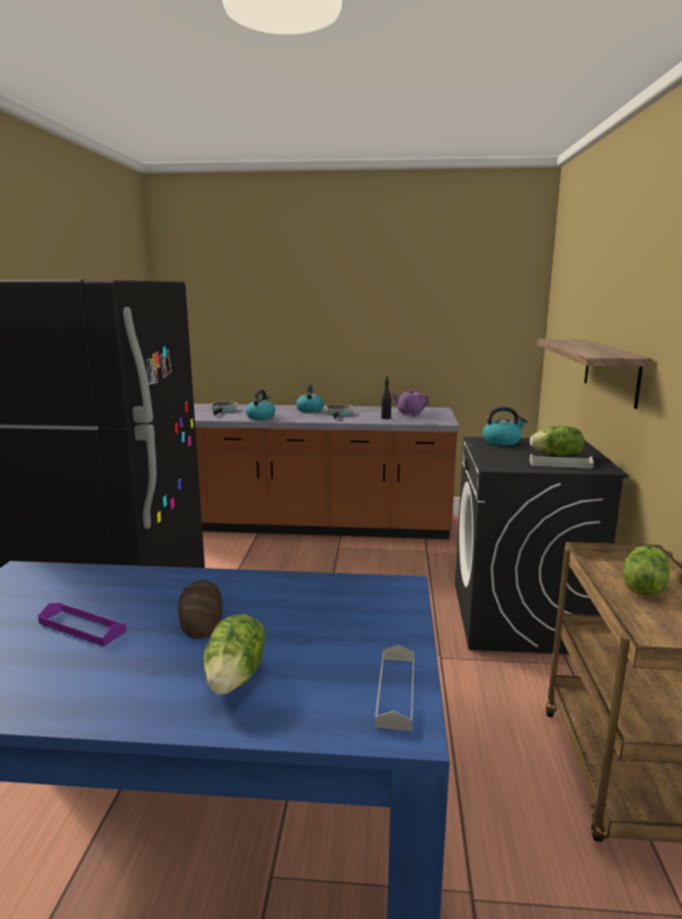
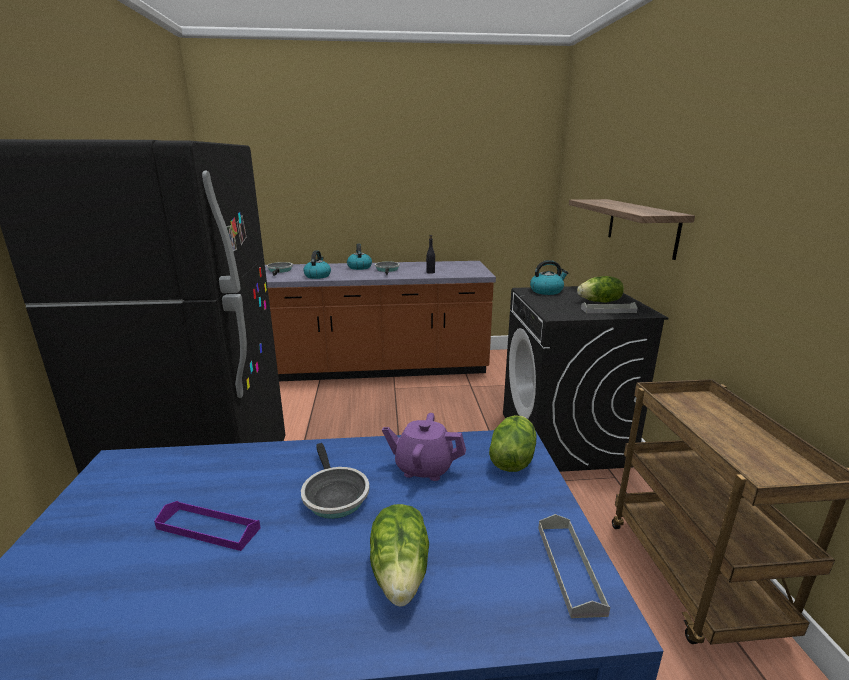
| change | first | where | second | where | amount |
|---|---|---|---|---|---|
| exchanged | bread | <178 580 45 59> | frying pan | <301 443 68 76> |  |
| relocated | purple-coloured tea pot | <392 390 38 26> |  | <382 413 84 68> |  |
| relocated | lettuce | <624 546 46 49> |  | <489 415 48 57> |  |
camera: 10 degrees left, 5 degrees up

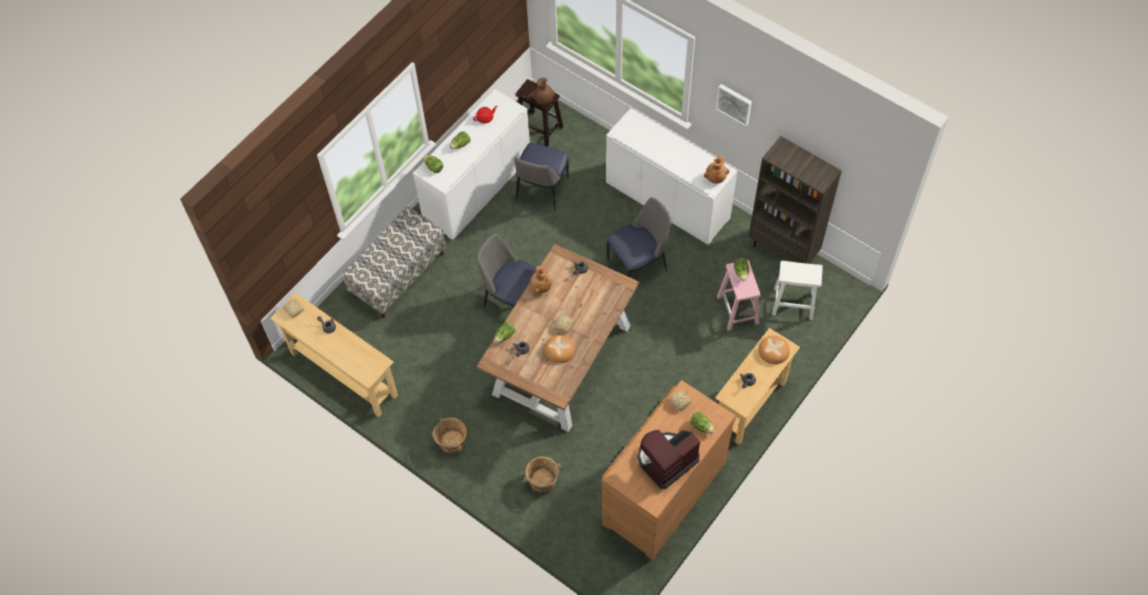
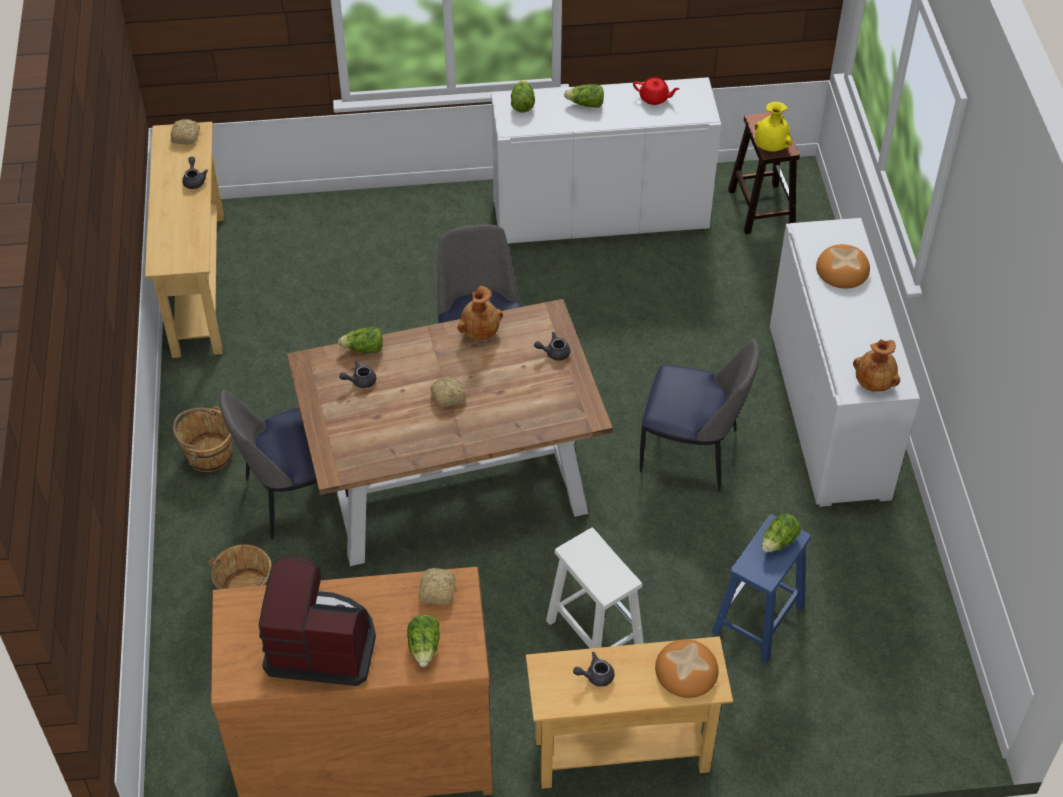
| change | first | where | second | where | amount |
|---|---|---|---|---|---|
| relocated | chair | <514 143 55 68> |  | <220 389 128 151> |  |
| relocated | white stool | <772 261 51 59> |  | <546 528 98 120> |  |
| colour | pinkish stool | <717 260 44 71> | blue-coloured stool | <711 514 100 149> |  |
| colour | brownish vase | <531 78 25 27> | yellow-coloured vase | <755 102 37 49> |  |
| relocated | bread | <544 334 31 29> |  | <816 244 54 44> |  |
| missing | bench | <343 207 103 111> |  |  |  |
| missing | wall picture | <716 84 36 42> |  |  |  |
| missing | brownish shelving unit | <749 136 93 128> |  |  |  |
camera: 45 degrees right, 10 degrees down

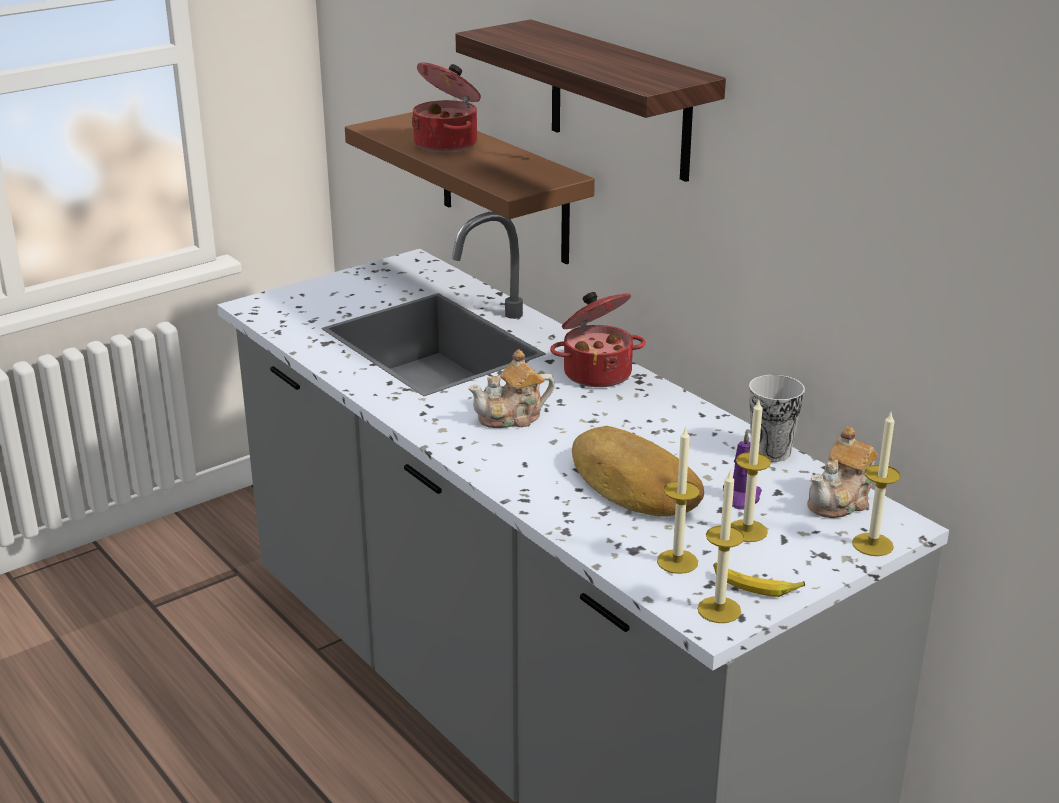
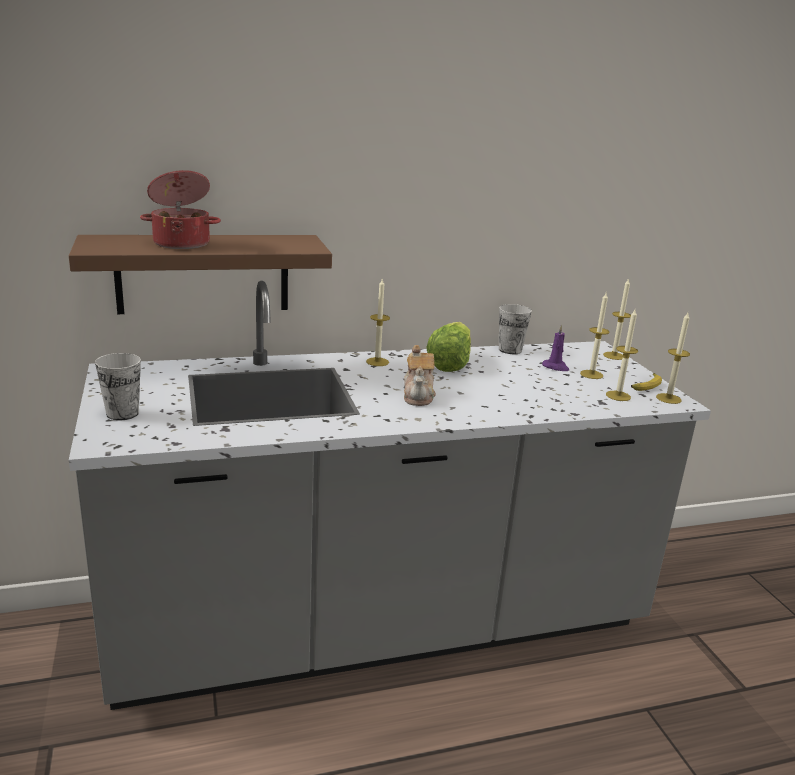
| change | first | where | second | where | amount |
|---|---|---|---|---|---|
| appeared |  |  | small cup | <95 353 46 67> |  |
| exchanged | saucepot | <550 292 96 95> | wax light | <366 279 24 87> |  |
| appeared |  |  | lettuce | <426 322 45 50> |  |
| missing | shelf | <455 19 271 163> |  |  |  |
| missing | bread | <572 426 132 91> |  |  |  |
| missing | tea pot | <807 427 71 91> |  |  |  |
camera: 70 degrees left, 5 degrees down

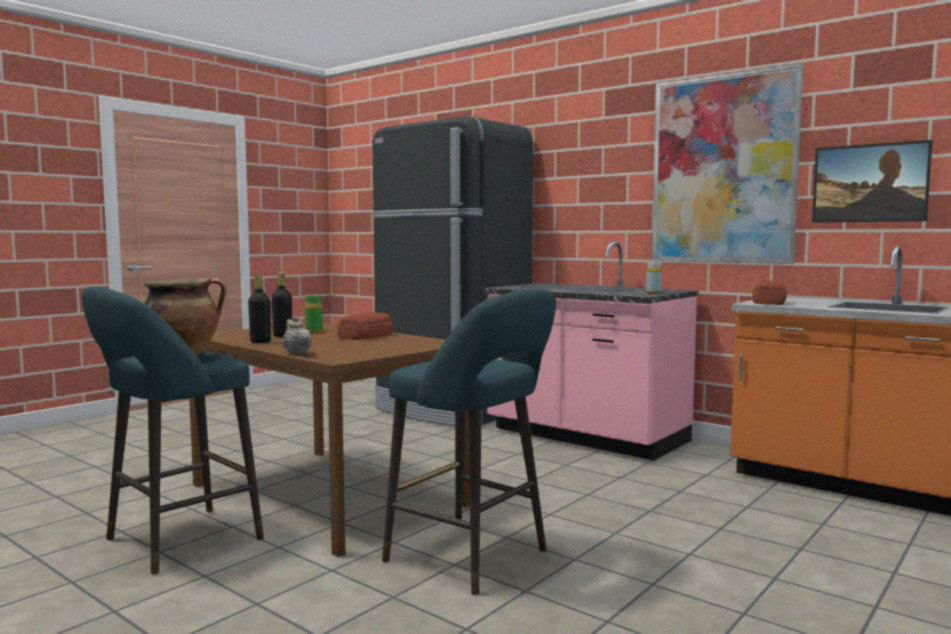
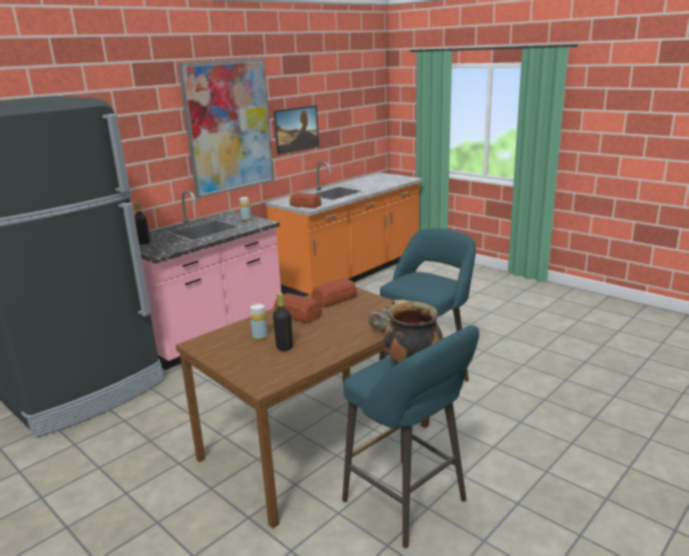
| change | first | where | second | where | amount |
|---|---|---|---|---|---|
| relocated | black beverage bottle | <248 275 23 68> |  | <134 203 16 42> |  |
| colour | green-coloured beverage bottle | <305 295 18 38> | yellow-coloured beverage bottle | <250 304 18 36> |  |
| appeared |  |  | bread | <312 278 45 29> |  |
camera: 85 degrees left, 15 degrees up

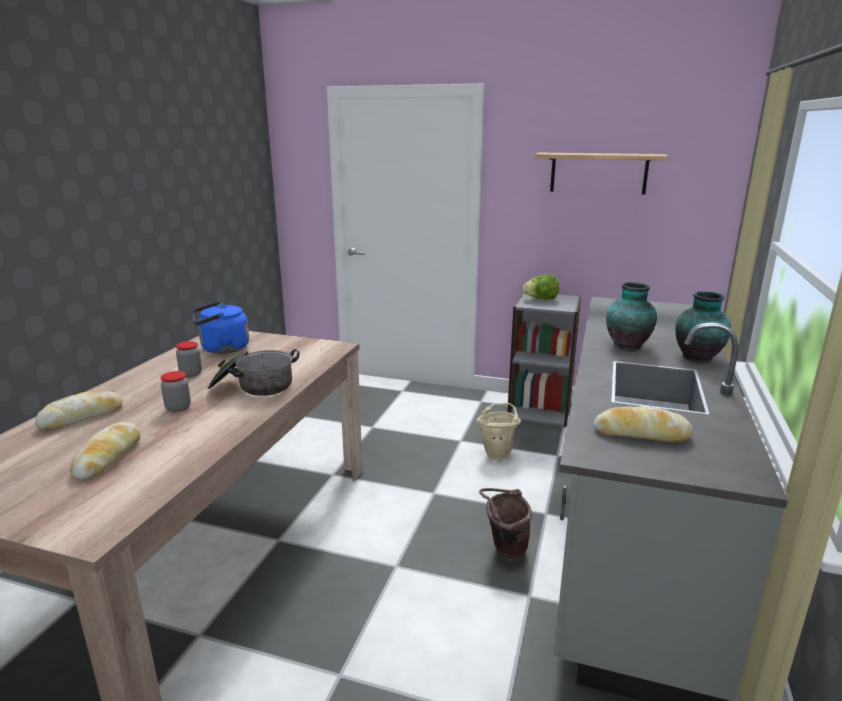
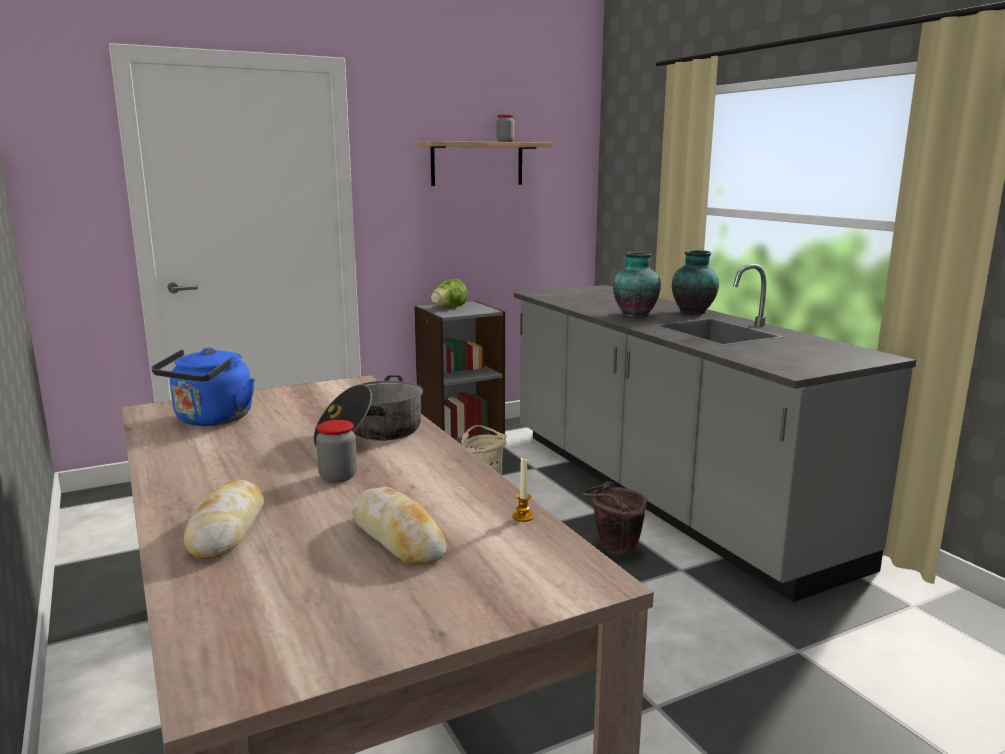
| change | first | where | second | where | amount |
|---|---|---|---|---|---|
| relocated | storage jar | <176 341 26 36> |  | <497 114 18 28> |  |
| appeared |  |  | wax light | <512 458 22 64> |  |
| missing | bread | <594 406 99 36> |  |  |  |
camera: 45 degrees left, 5 degrees down

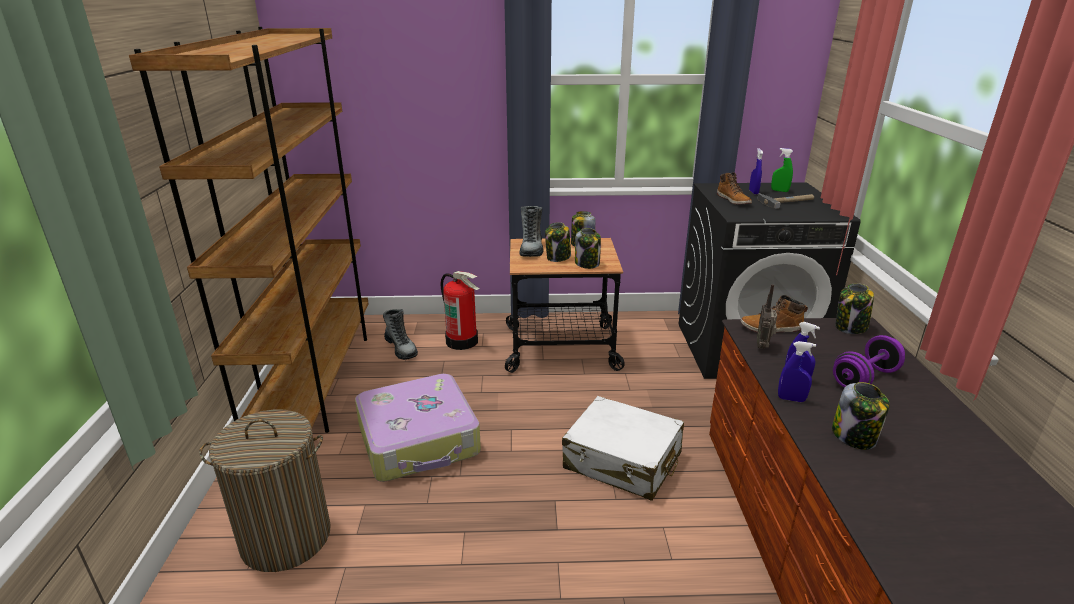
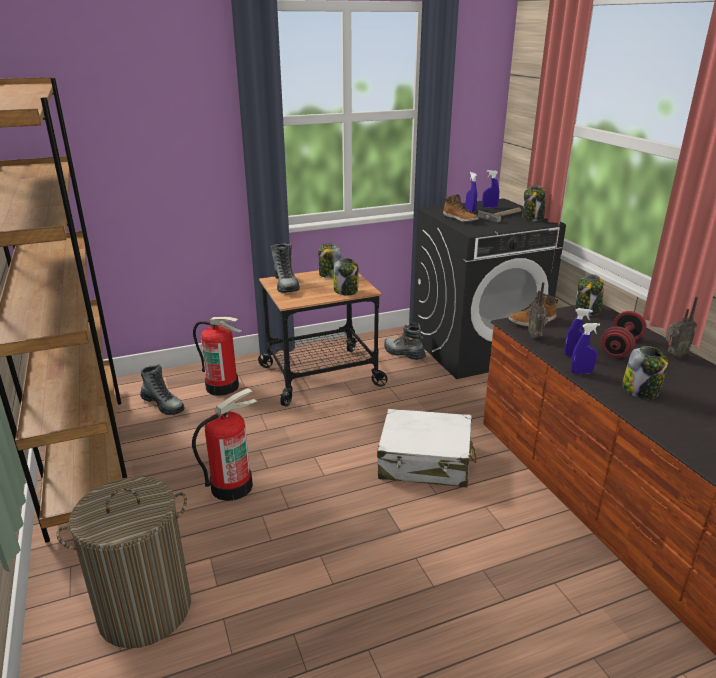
| change | first | where | second | where | amount |
|---|---|---|---|---|---|
| exchanged | travel case | <355 374 126 108> | extinguisher | <192 388 65 113> |  |
| appeared |  |  | tall boot | <384 323 42 37> |  |
| colour | green-coloured hand sprayer | <771 148 22 44> | blue-coloured hand sprayer | <482 170 17 38> |  |
| relocated | storage jar | <545 222 26 40> |  | <523 185 23 36> |  |
| colour | purple-coloured free weight | <833 335 72 53> | red free weight | <601 311 46 46> |  |
| appeared |  |  | radio | <665 296 33 62> |  |
camera: 20 degrees left, 0 degrees up

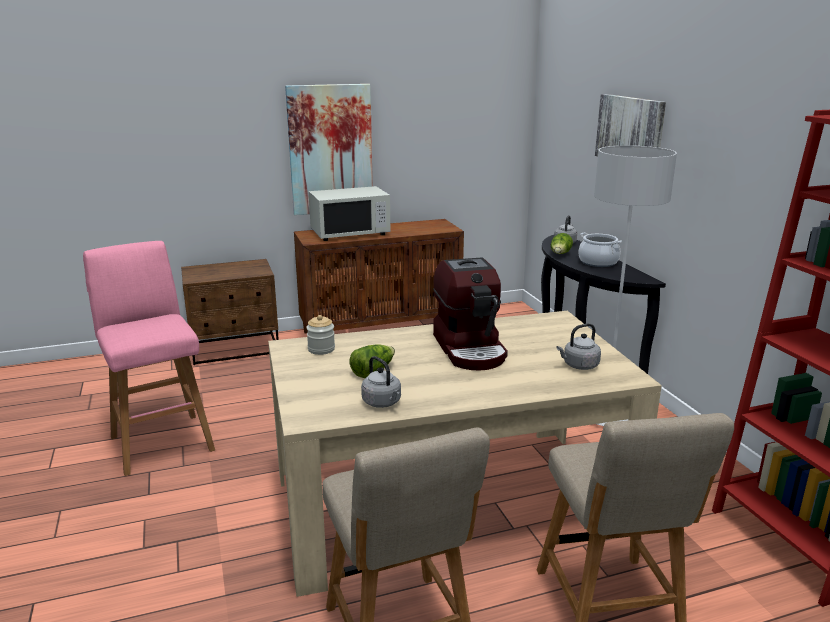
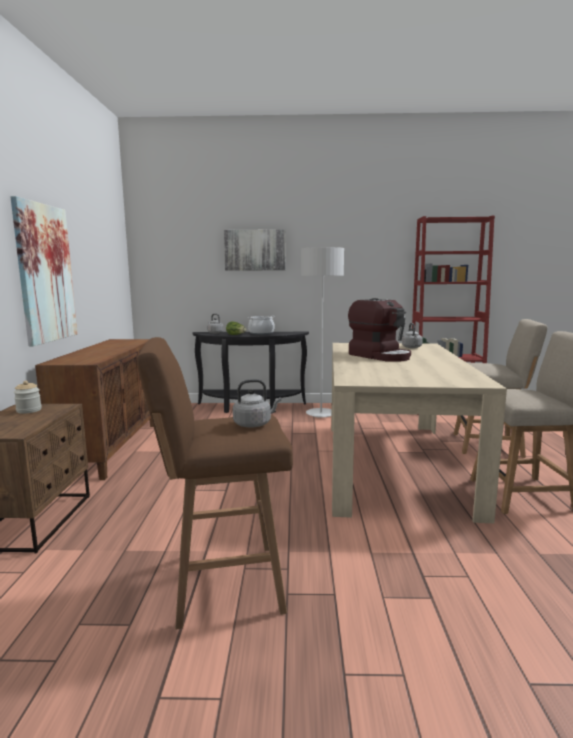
| change | first | where | second | where | amount |
|---|---|---|---|---|---|
| relocated | storage jar | <306 315 29 40> |  | <14 381 28 33> |  |
| colour | pinkish stool | <83 241 132 235> | brownish stool | <137 337 156 293> |  |
| relocated | greyish kettle | <361 356 40 52> |  | <233 379 48 49> |  |
| spun | coffee brewer | <433 257 75 113> |  | <348 298 63 64> | 45 degrees clockwise |
| missing | white microwave oven | <309 186 81 55> |  |  |  |
| missing | lettuce | <349 344 46 34> |  |  |  |
camera: 70 degrees left, 10 degrees down

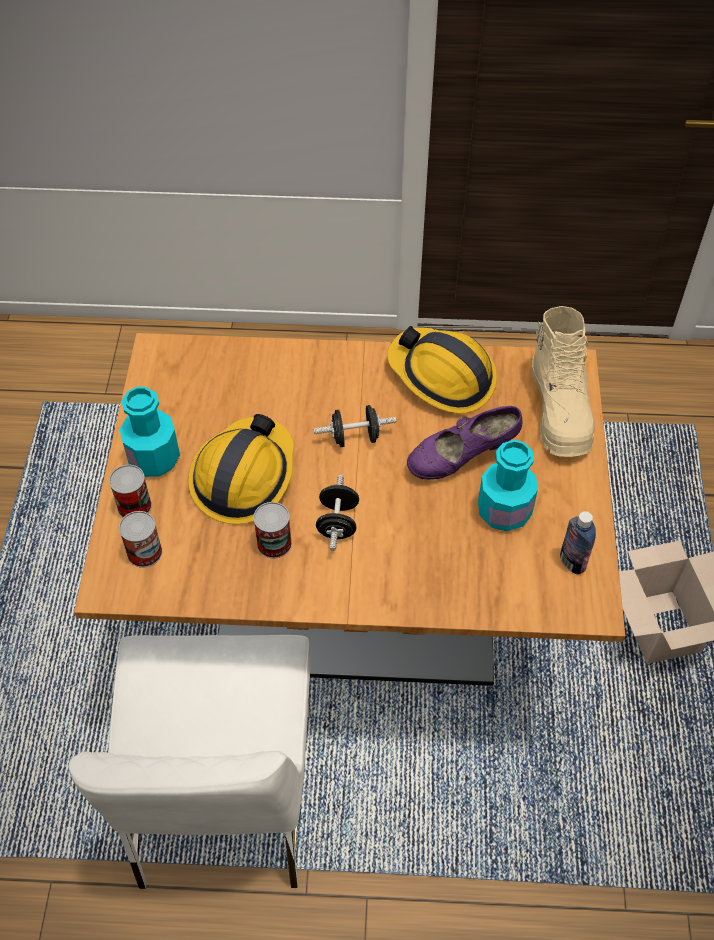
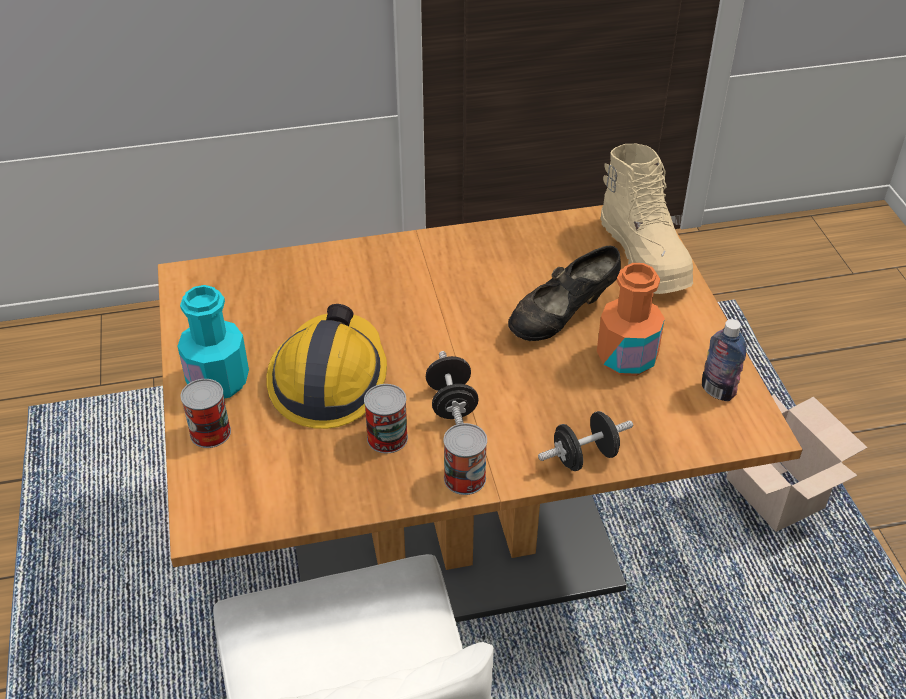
| change | first | where | second | where | amount |
|---|---|---|---|---|---|
| relocated | sealed can | <119 511 43 57> |  | <443 423 44 72> |  |
| colour | purple-coloured shoe | <407 406 116 73> | black shoe | <508 246 113 95> |  |
| relocated | black free weight | <314 405 82 42> |  | <538 411 95 60> |  |
| colour | turquoise-coloured beverage bottle | <478 440 60 91> | orangey beverage bottle | <597 263 68 113> |  |
| missing | hard hat | <387 326 110 88> |  |  |  |
camera: 15 degrees left, 10 degrees down

